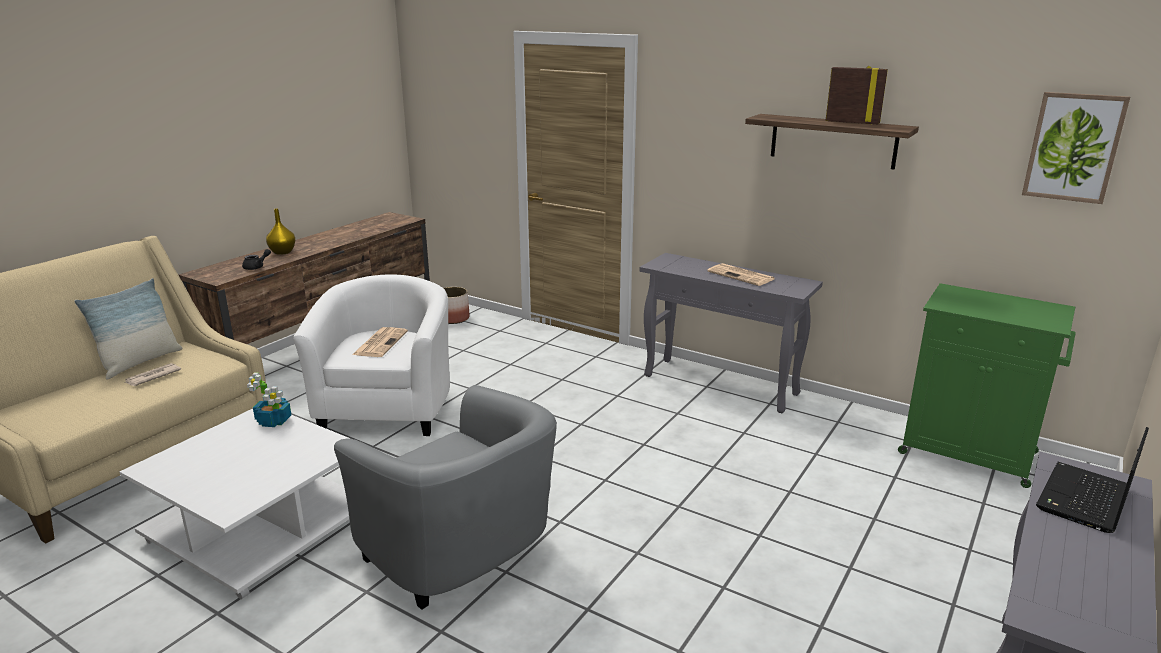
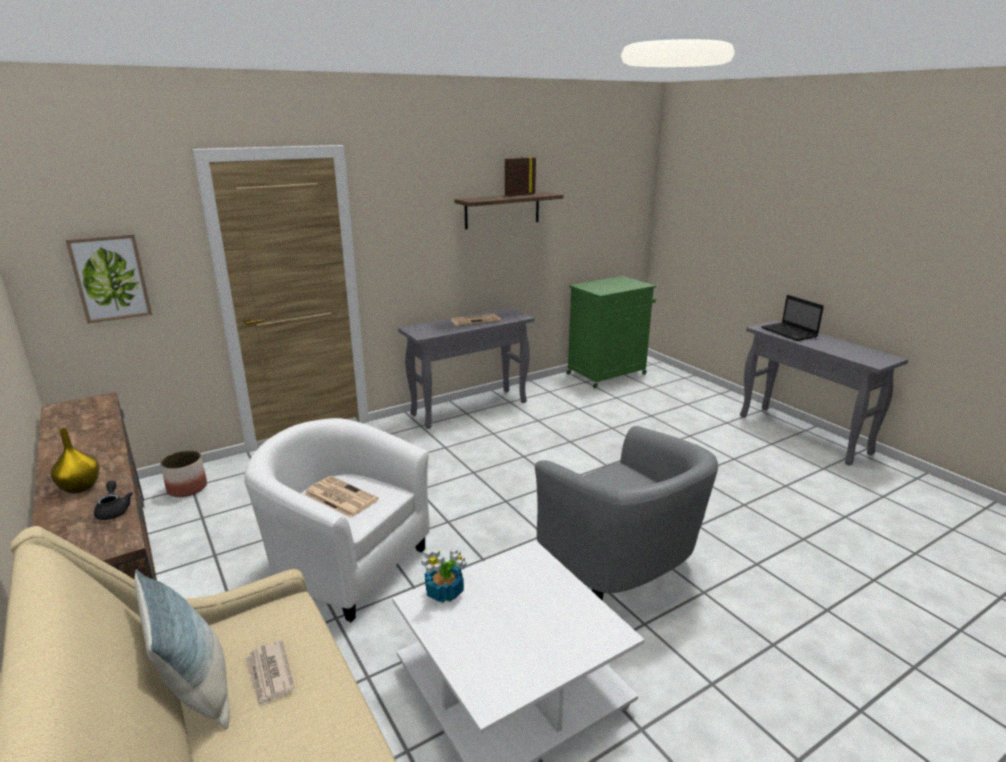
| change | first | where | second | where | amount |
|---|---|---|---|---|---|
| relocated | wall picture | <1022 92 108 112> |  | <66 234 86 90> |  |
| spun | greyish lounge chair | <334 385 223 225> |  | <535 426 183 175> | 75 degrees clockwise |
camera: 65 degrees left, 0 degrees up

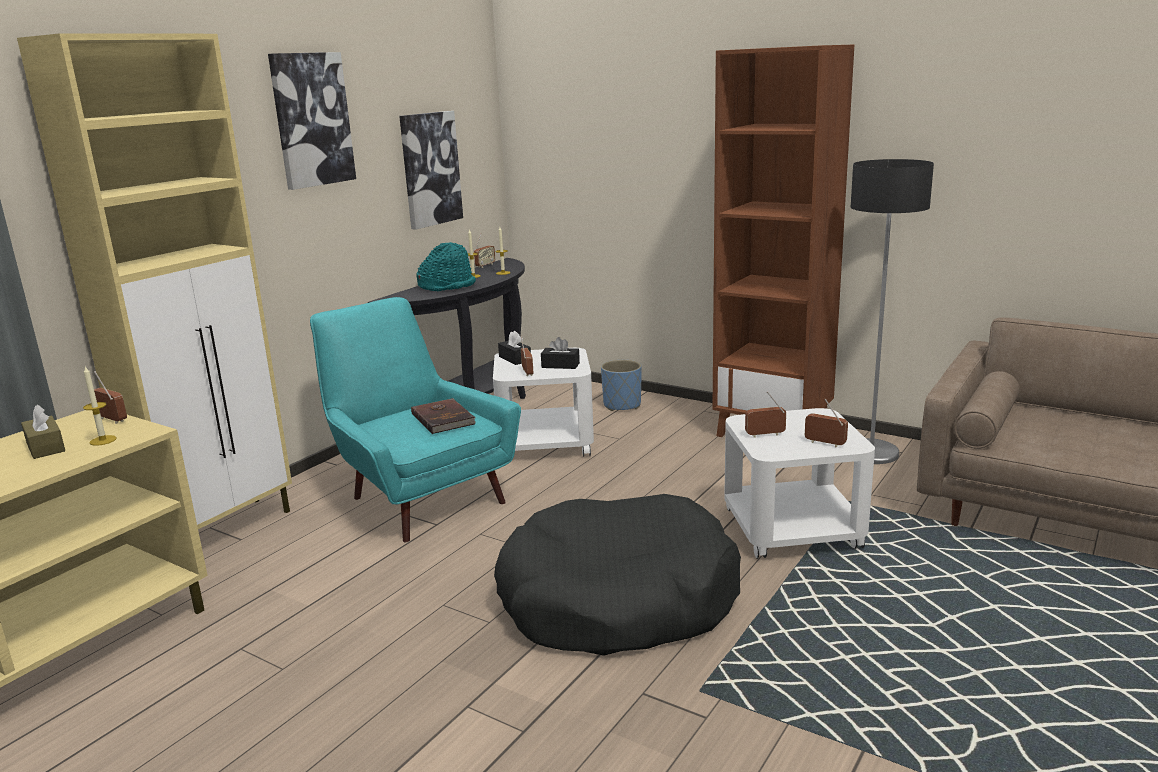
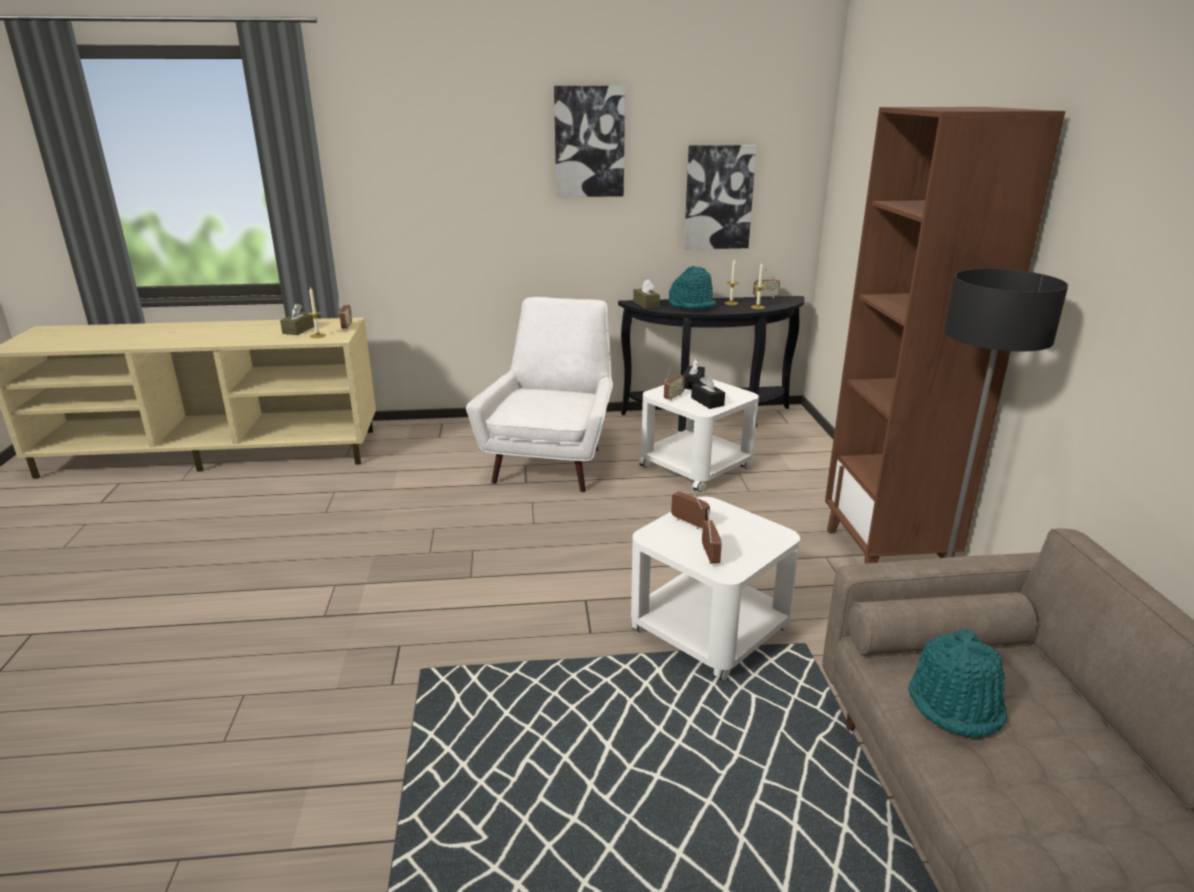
| change | first | where | second | where | amount |
|---|---|---|---|---|---|
| colour | turquoise-coloured lounge chair | <310 297 211 245> | white lounge chair | <466 297 147 195> |  |
| appeared |  |  | brownish tissue box | <633 280 27 29> |  |
| appeared |  |  | turquoise-coloured wearable hat | <908 629 100 109> |  |
| missing | beige-coloured storage cabinet | <17 33 275 496> |  |  |  |
| missing | brownish book | <411 398 65 36> |  |  |  |
| missing | black dog cushion | <494 494 247 162> |  |  |  |
| missing | blue-coloured plant pot | <601 360 41 51> |  |  |  |
camera: 50 degrees right, 5 degrees up

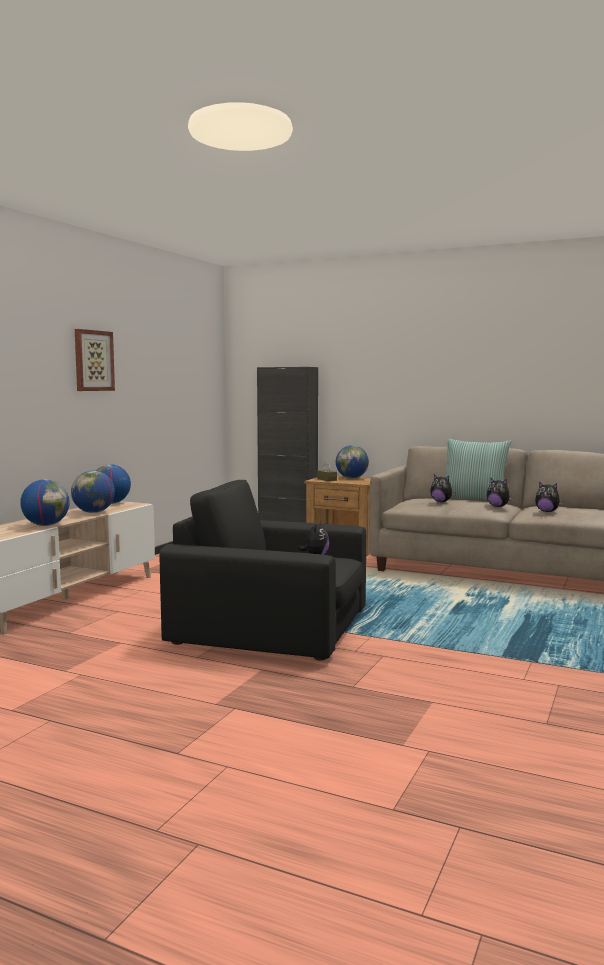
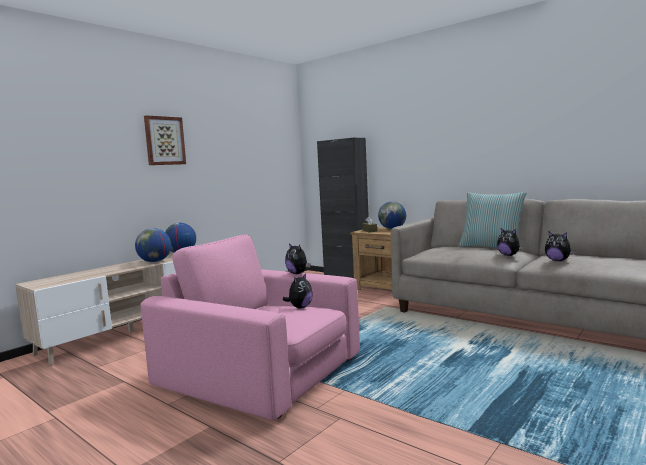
| change | first | where | second | where | amount |
|---|---|---|---|---|---|
| colour | black lounge chair | <159 480 207 181> | pinkish lounge chair | <141 235 219 185> |  |
| relocated | plush toy | <430 475 26 27> |  | <285 243 25 31> |  |
| missing | desk globe | <20 479 50 47> |  |  |  |
camera: 15 degrees right, 0 degrees up

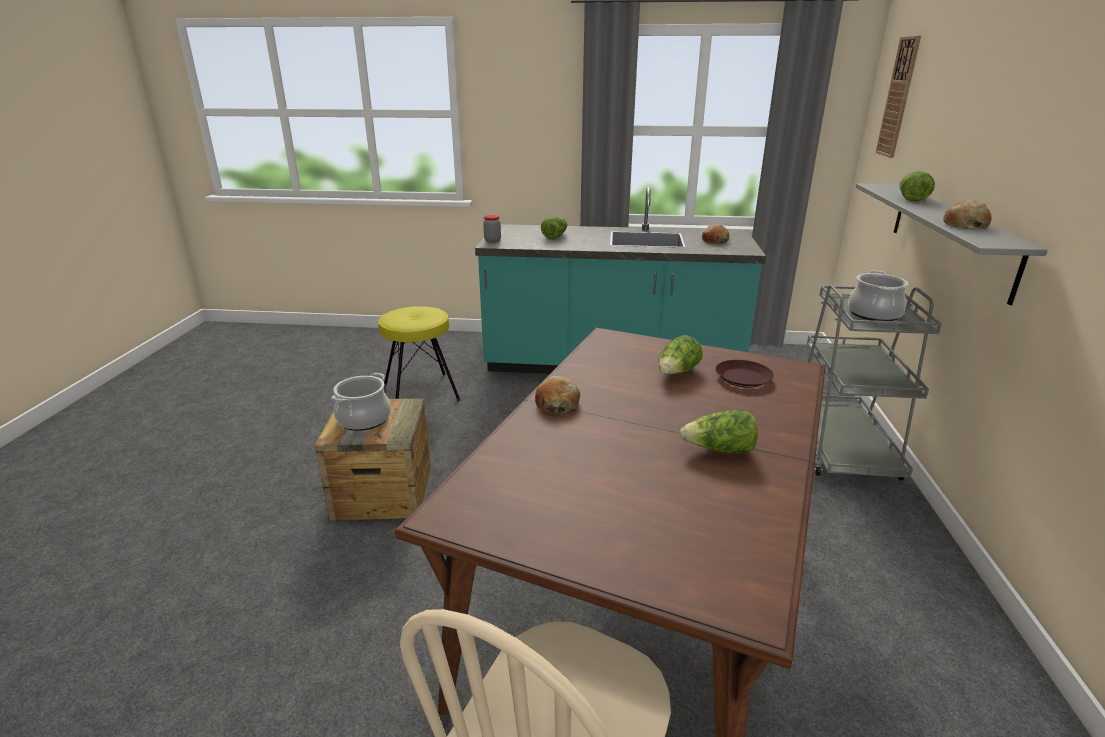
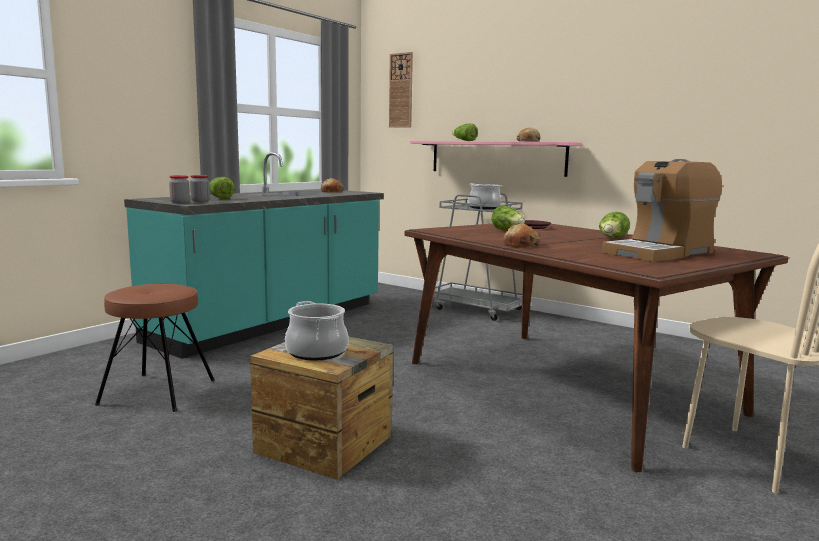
| change | first | where | second | where | amount |
|---|---|---|---|---|---|
| colour | yellow-coloured stool | <378 306 82 95> | brownish stool | <95 284 120 128> |  |
| appeared |  |  | storage jar | <190 175 20 27> |  |
| colour | greyish shelf | <856 183 191 122> | pinkish shelf | <410 141 172 36> |  |
| appeared |  |  | coffee brewer | <602 159 120 103> |  |
camera: 60 degrees left, 15 degrees down

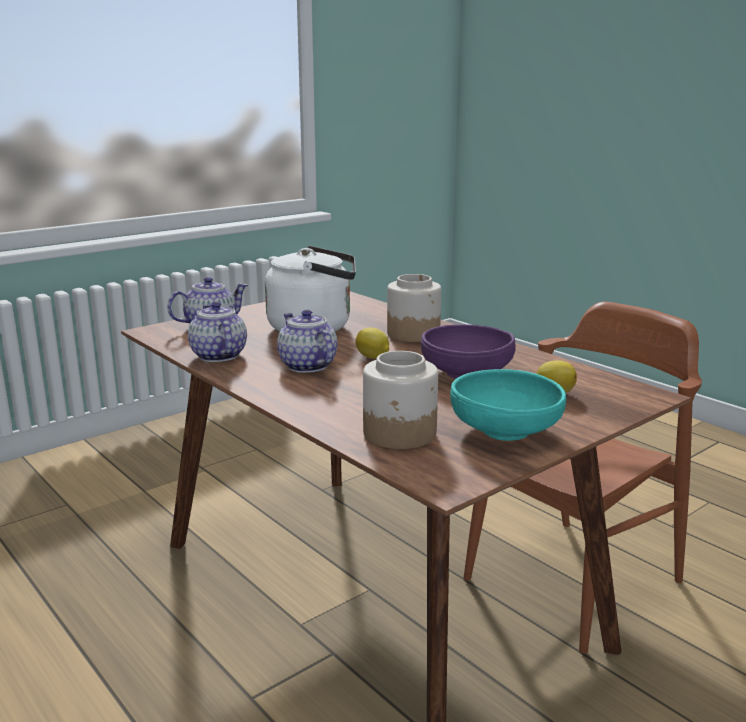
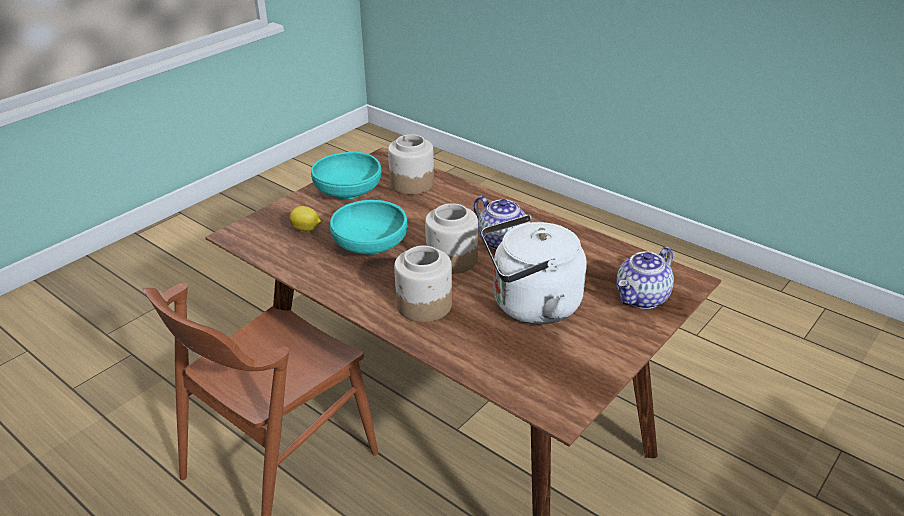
| change | first | where | second | where | amount |
|---|---|---|---|---|---|
| colour | purple-coloured bowl | <421 324 95 55> | turquoise-coloured bowl | <330 200 77 55> |  |
| exchanged | citrus fruit | <356 327 33 32> | storage jar | <425 203 53 71> |  |
| missing | tea pot | <188 301 59 61> |  |  |  |
camera: 170 degrees right, 15 degrees up

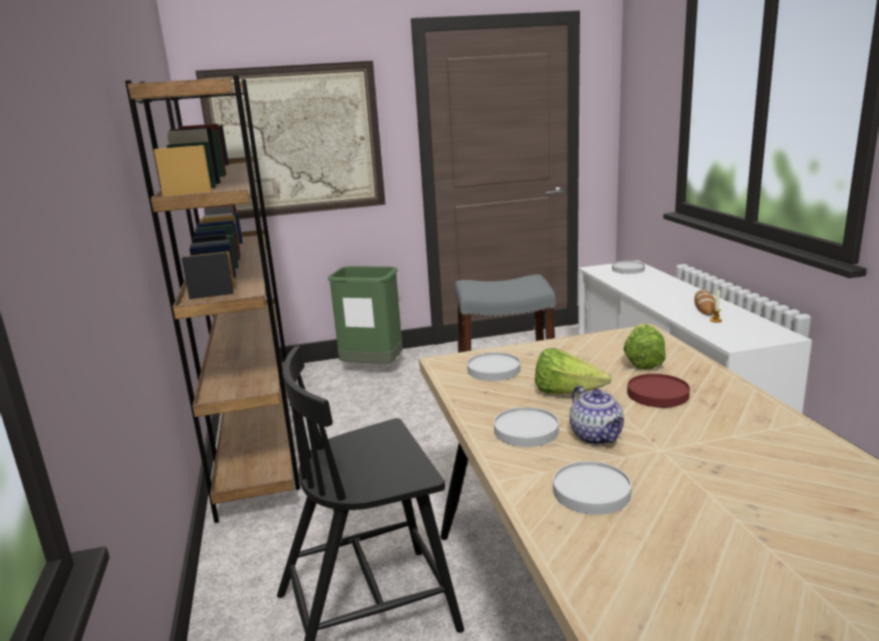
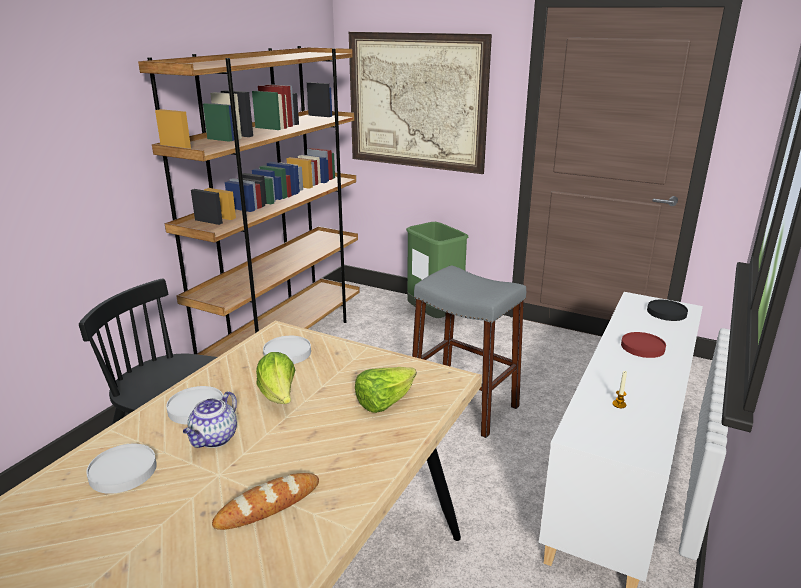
| change | first | where | second | where | amount |
|---|---|---|---|---|---|
| relocated | bread | <694 290 21 25> |  | <212 473 107 57> |  |
| relocated | red flat dish | <627 374 63 34> |  | <621 332 45 26> |  |
| colour | white flat dish | <612 261 33 13> | black flat dish | <647 300 41 21> |  |
camera: 40 degrees right, 5 degrees up

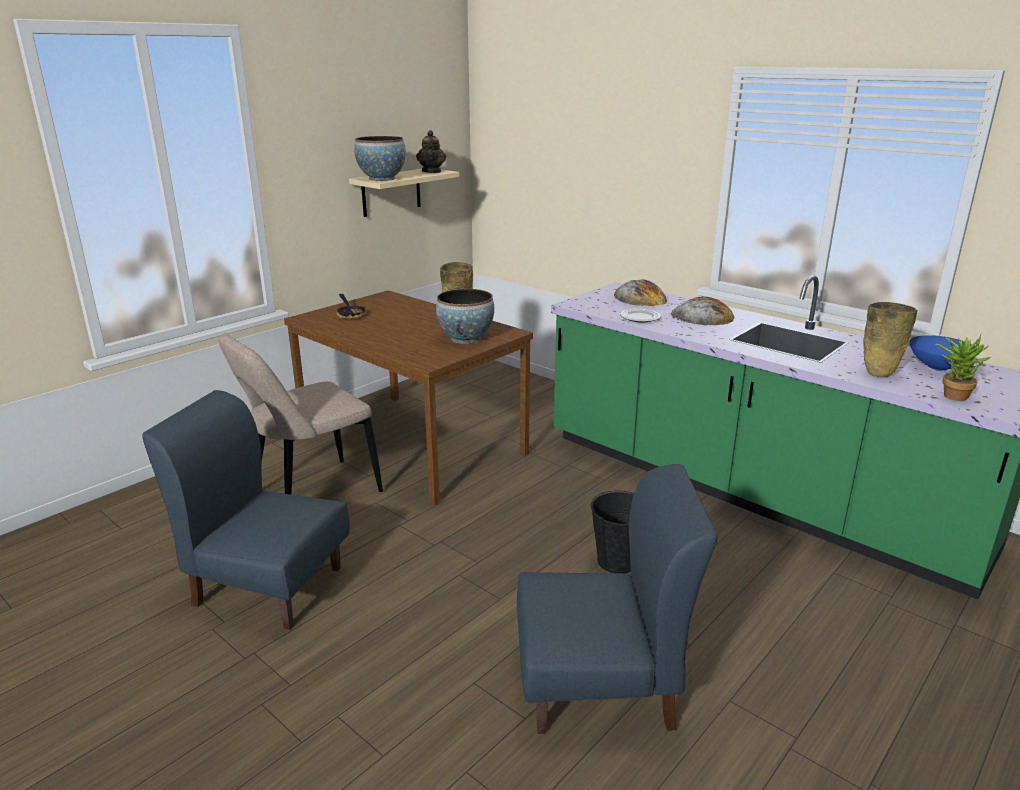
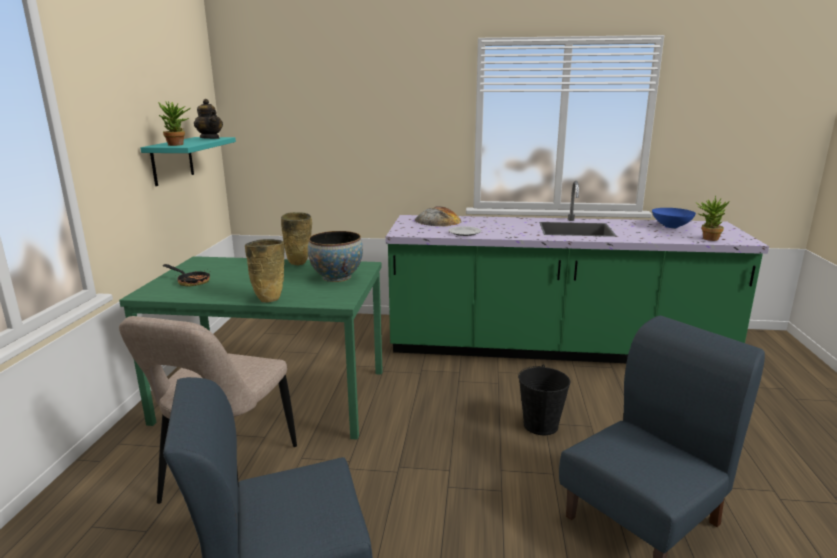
| change | first | where | second | where | amount |
|---|---|---|---|---|---|
| colour | brownish kitchen table | <284 290 249 216> | green-coloured kitchen table | <119 256 264 184> |  |
| colour | beige-coloured shelf | <349 169 110 48> | turquoise-coloured shelf | <140 137 96 49> |  |
| exchanged | bowl | <354 136 52 45> | potted plant | <158 101 33 45> |  |
| relocated | beige-coloured vase | <863 302 55 75> |  | <245 239 40 64> |  |
| missing | bread | <671 297 64 28> |  |  |  |
camera: 35 degrees left, 5 degrees down

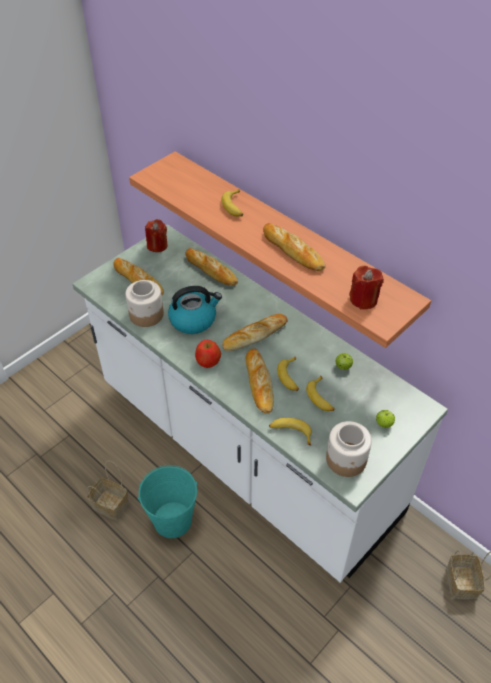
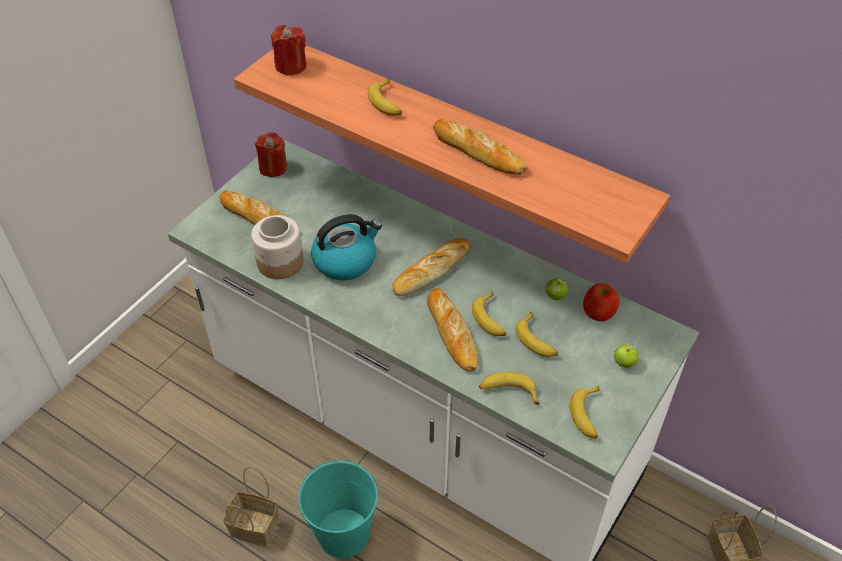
| change | first | where | second | where | amount |
|---|---|---|---|---|---|
| relocated | red wax light | <349 266 35 43> |  | <271 25 35 51> |  |
| exchanged | storage jar | <326 421 46 56> | whole banana | <570 386 30 53> |  |
| relocated | apple fruit | <195 340 26 28> |  | <583 283 36 39> |  |
| missing | bread | <186 248 52 38> |  |  |  |
camera: 10 degrees left, 0 degrees up

